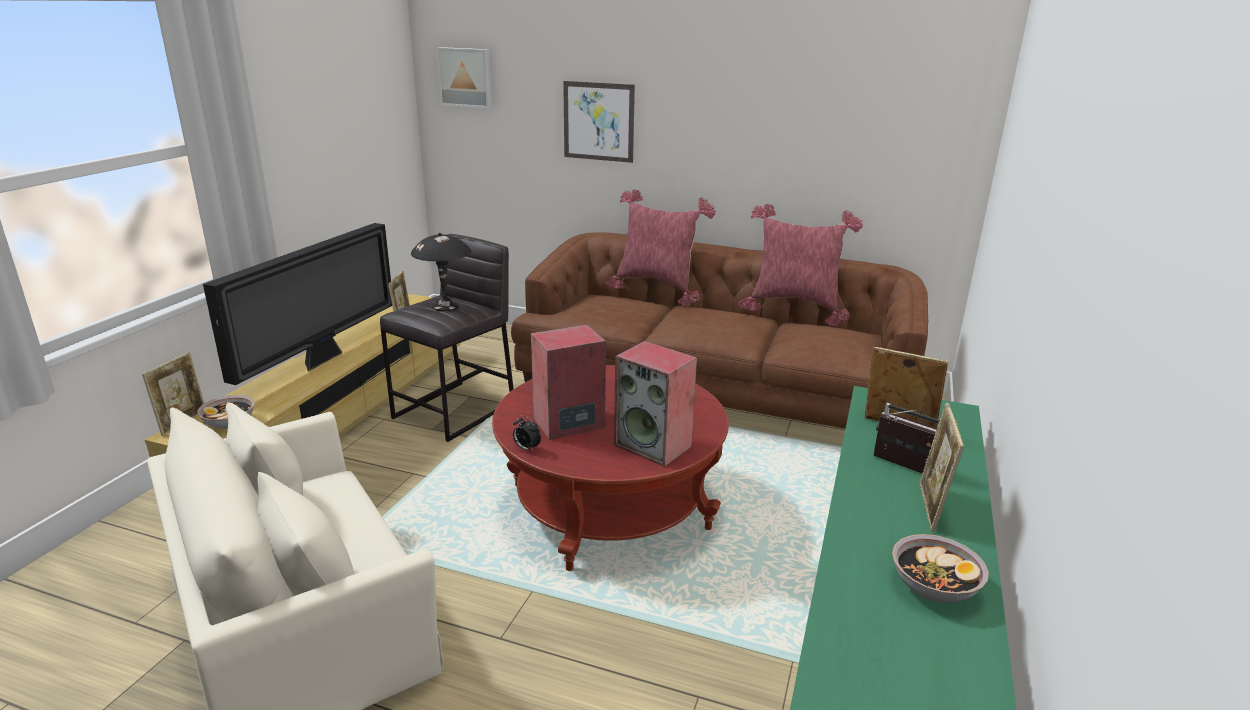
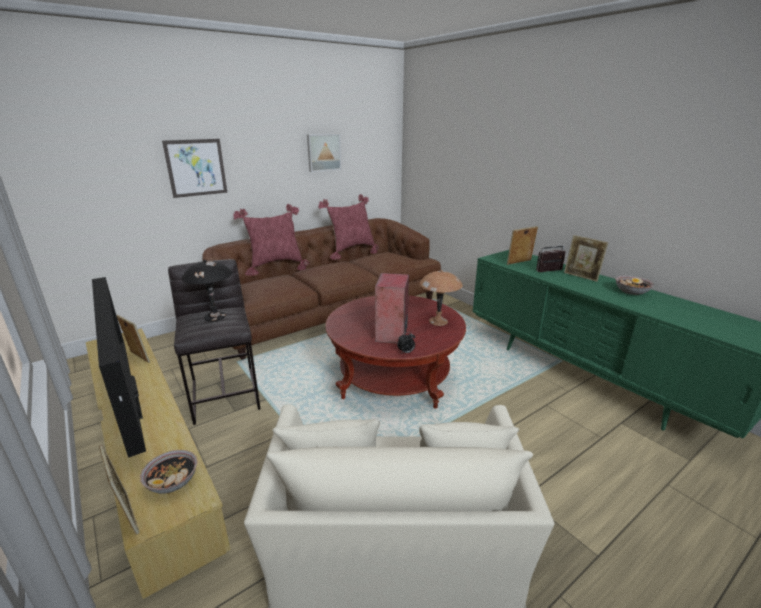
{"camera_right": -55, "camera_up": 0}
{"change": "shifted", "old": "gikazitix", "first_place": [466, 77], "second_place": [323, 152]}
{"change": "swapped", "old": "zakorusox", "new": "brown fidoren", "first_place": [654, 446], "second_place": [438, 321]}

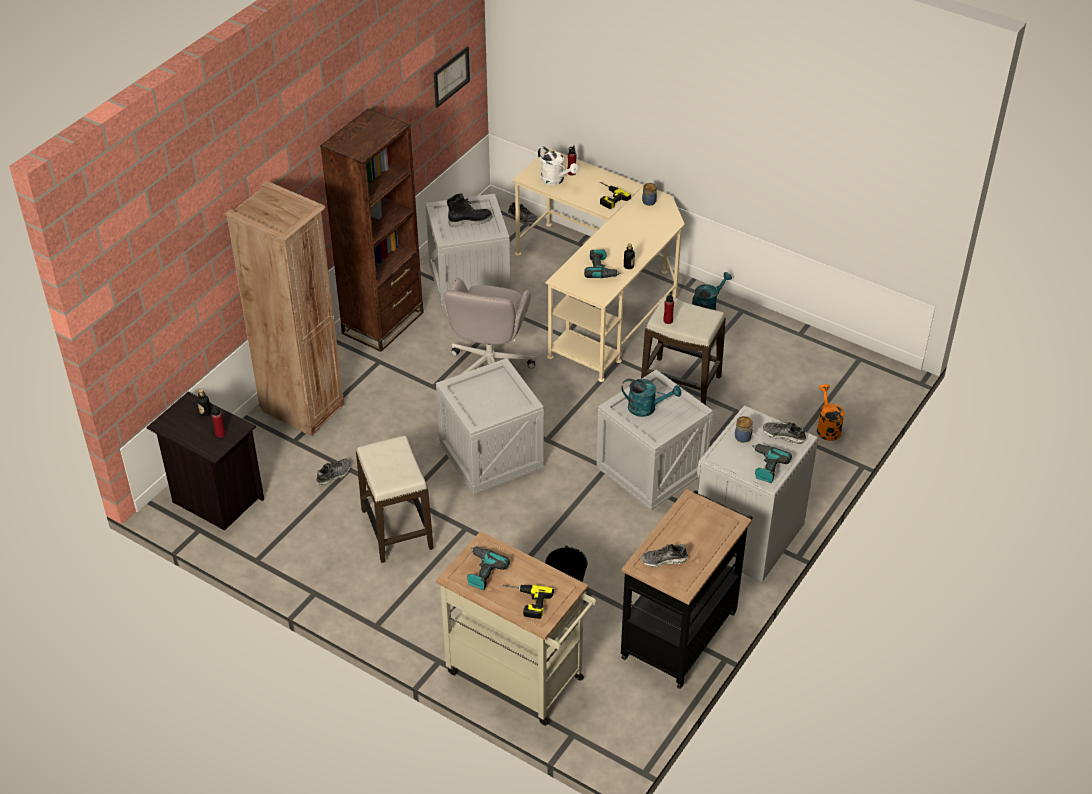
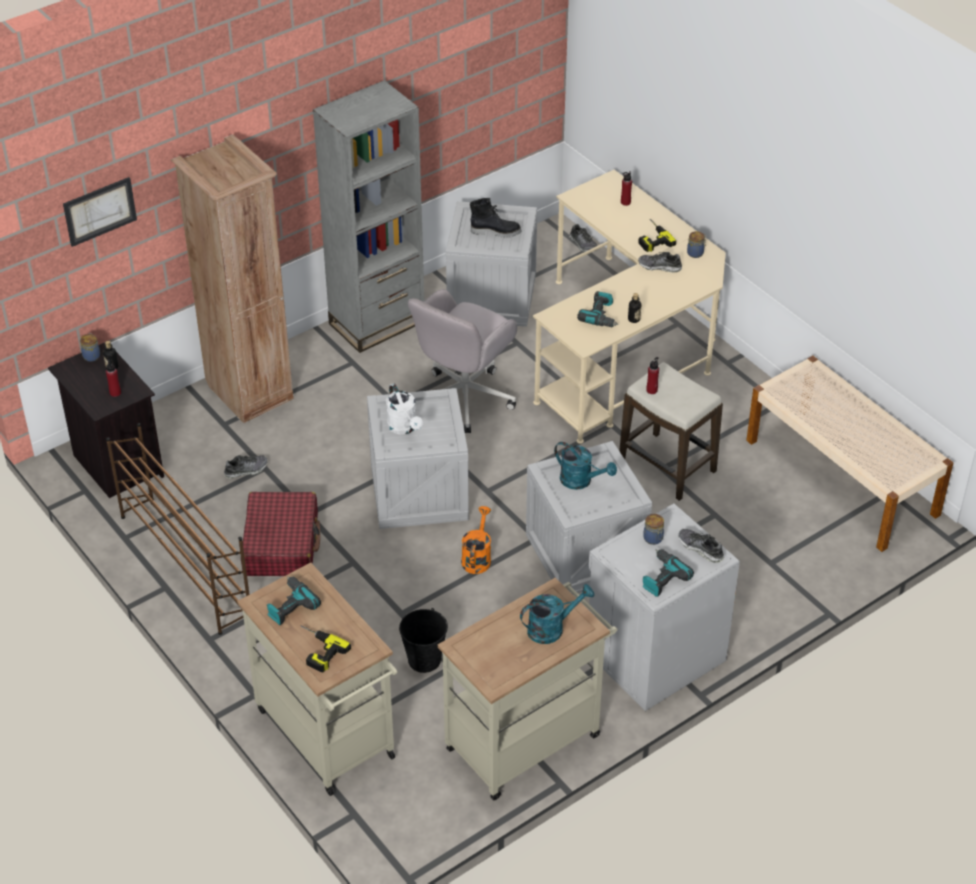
{"camera_right": 20, "camera_up": 0}
{"change": "shifted", "old": "gikazitix", "first_place": [451, 76], "second_place": [99, 211]}
{"change": "new", "new": "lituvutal", "second_place": [92, 356]}
{"change": "new", "new": "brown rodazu", "second_place": [185, 565]}
{"change": "swapped", "old": "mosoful", "new": "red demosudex", "first_place": [397, 529], "second_place": [281, 544]}
{"change": "repainted", "old": "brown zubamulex", "new": "grey zubamulex", "first_place": [383, 323], "second_place": [377, 323]}
{"change": "shifted", "old": "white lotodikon", "first_place": [556, 180], "second_place": [404, 428]}
{"change": "repainted", "old": "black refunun", "new": "beige refunun", "first_place": [681, 633], "second_place": [527, 741]}
{"change": "shifted", "old": "orange lotodikon", "first_place": [827, 427], "second_place": [477, 557]}
{"change": "shifted", "old": "turquoise lotodikon", "first_place": [707, 307], "second_place": [552, 628]}
{"change": "shifted", "old": "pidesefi", "first_place": [664, 560], "second_place": [659, 267]}
{"change": "new", "new": "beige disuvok", "second_place": [842, 477]}

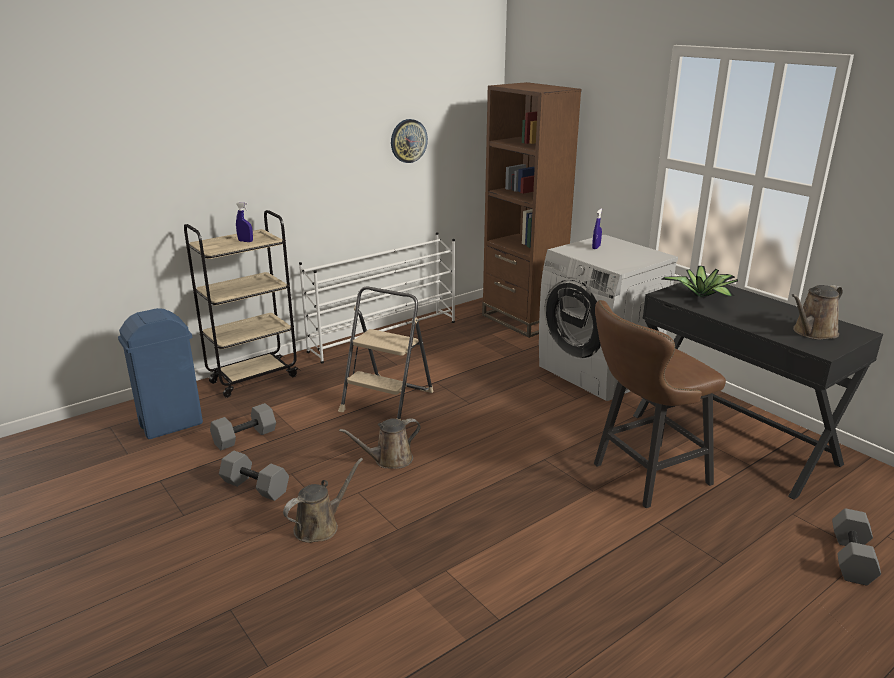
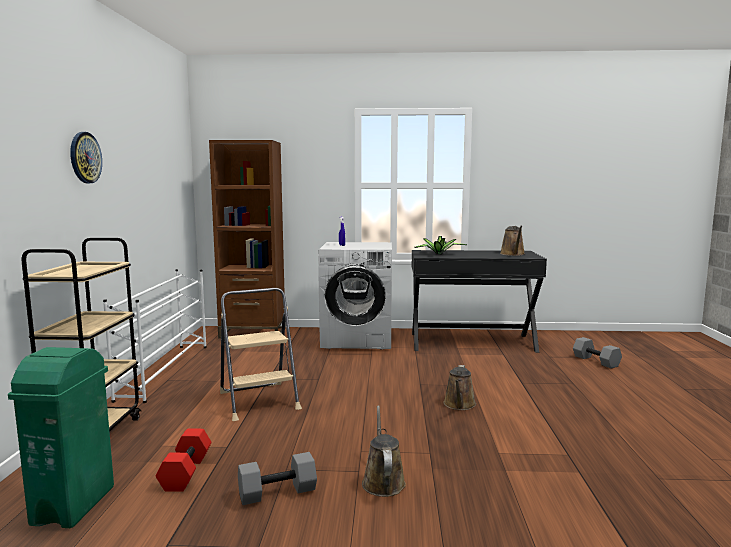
{"camera_right": -50, "camera_up": -15}
{"change": "repainted", "old": "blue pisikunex", "new": "green pisikunex", "first_place": [172, 425], "second_place": [75, 505]}
{"change": "shifted", "old": "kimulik", "first_place": [408, 141], "second_place": [85, 157]}
{"change": "repainted", "old": "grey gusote", "new": "red gusote", "first_place": [245, 436], "second_place": [185, 472]}
{"change": "shifted", "old": "brown lotodikon", "first_place": [389, 460], "second_place": [459, 405]}
{"change": "gone", "old": "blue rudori", "first_place": [245, 241]}
{"change": "gone", "old": "brown mosoful", "first_place": [641, 477]}

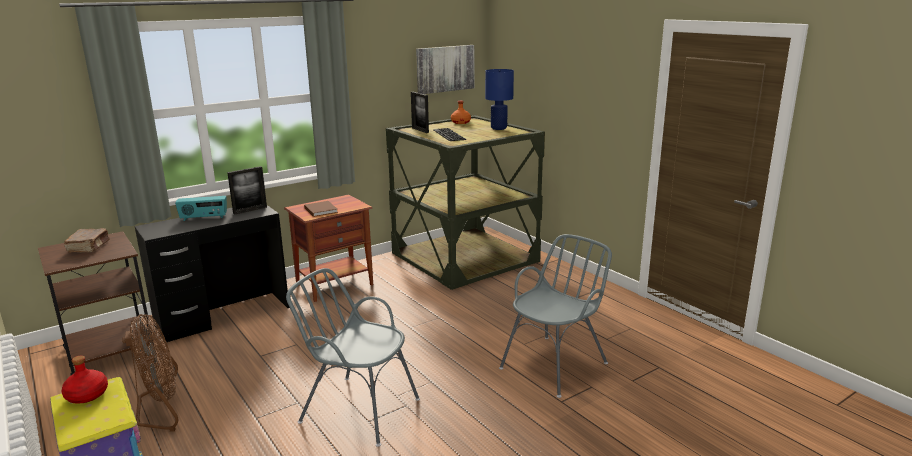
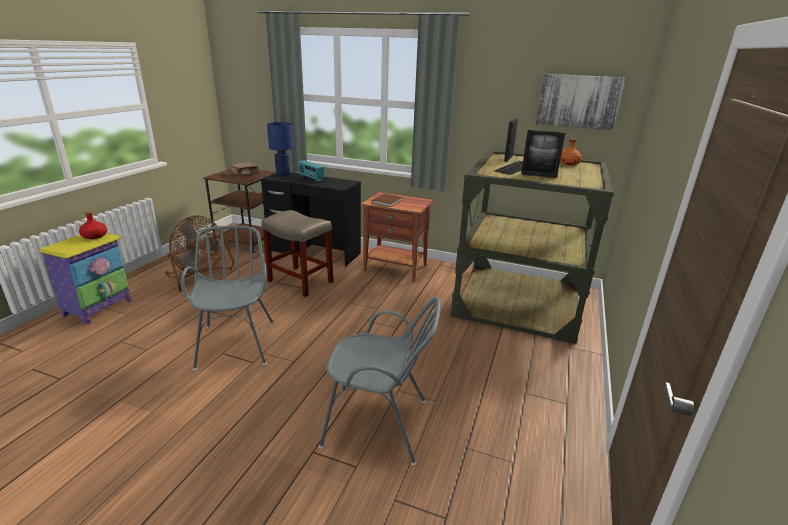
{"camera_right": 55, "camera_up": 5}
{"change": "new", "new": "beige mosoful", "second_place": [299, 281]}
{"change": "shifted", "old": "blue fidoren", "first_place": [498, 129], "second_place": [283, 174]}
{"change": "shifted", "old": "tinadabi", "first_place": [250, 210], "second_place": [538, 175]}

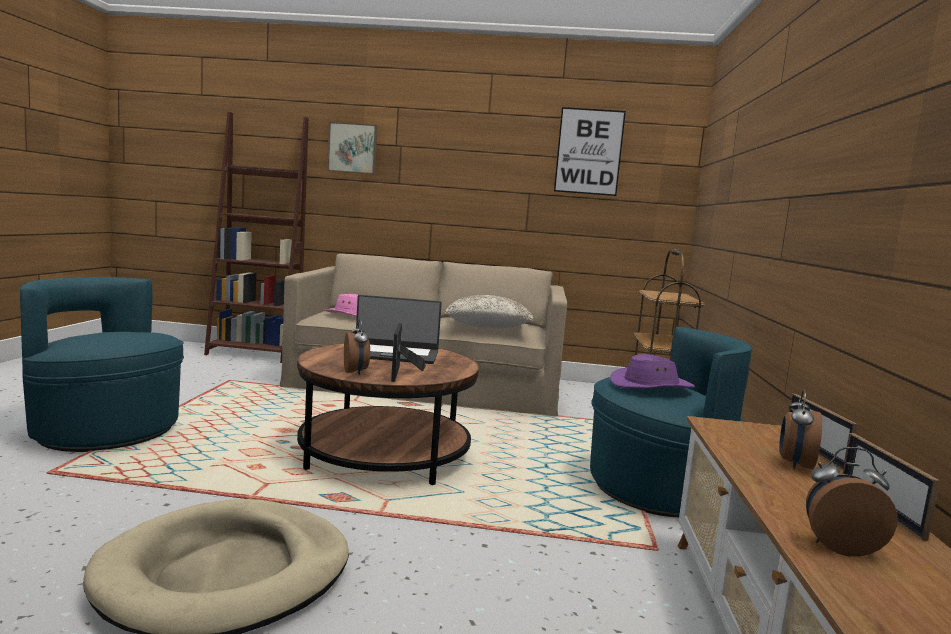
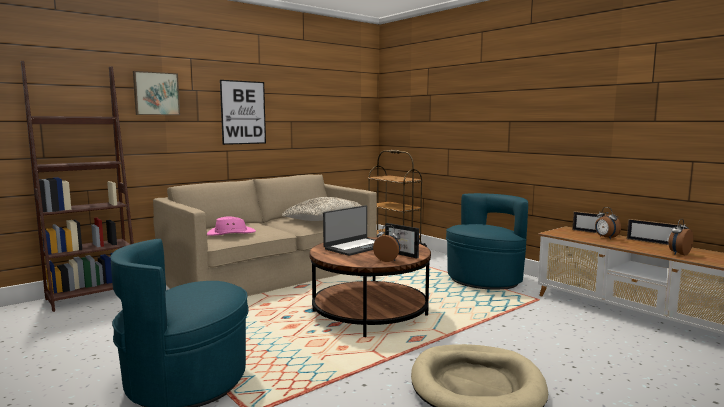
{"camera_right": -45, "camera_up": 0}
{"change": "shifted", "old": "gikazitix", "first_place": [589, 151], "second_place": [243, 112]}
{"change": "gone", "old": "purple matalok", "first_place": [651, 386]}

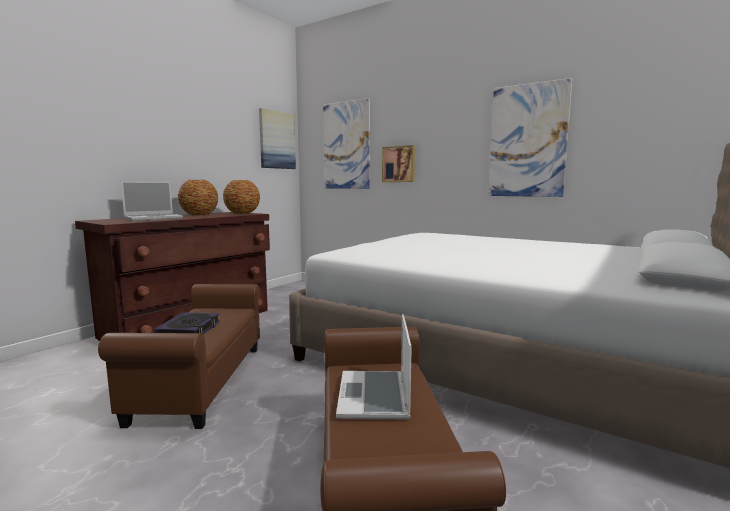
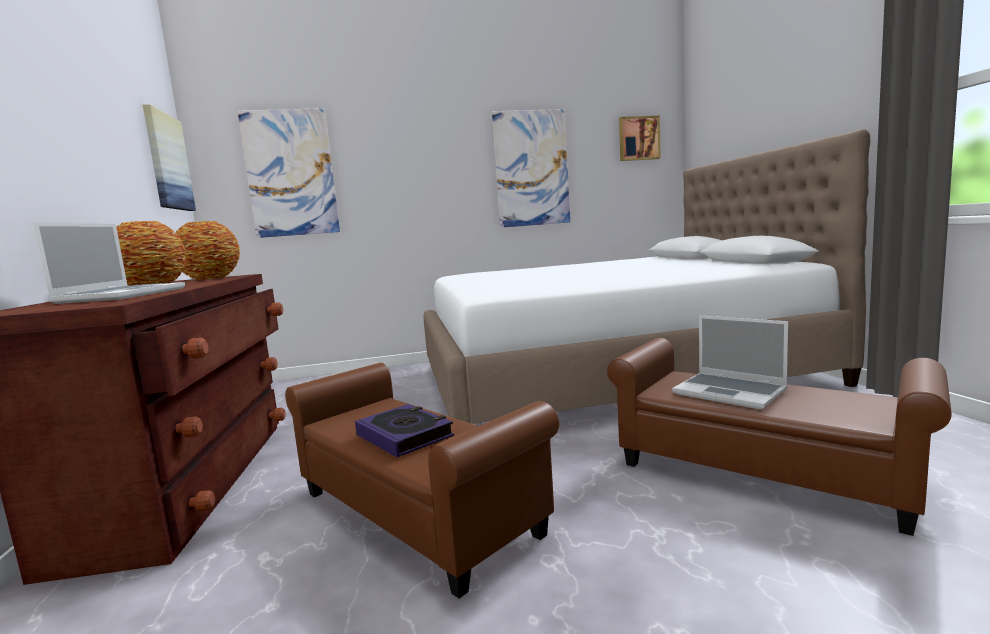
{"camera_right": -45, "camera_up": 0}
{"change": "shifted", "old": "gikazitix", "first_place": [399, 164], "second_place": [638, 138]}

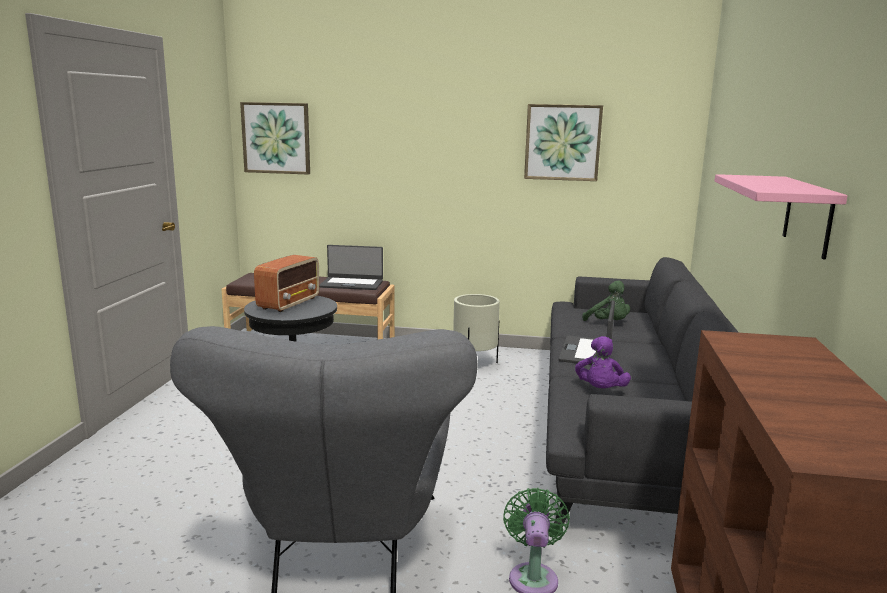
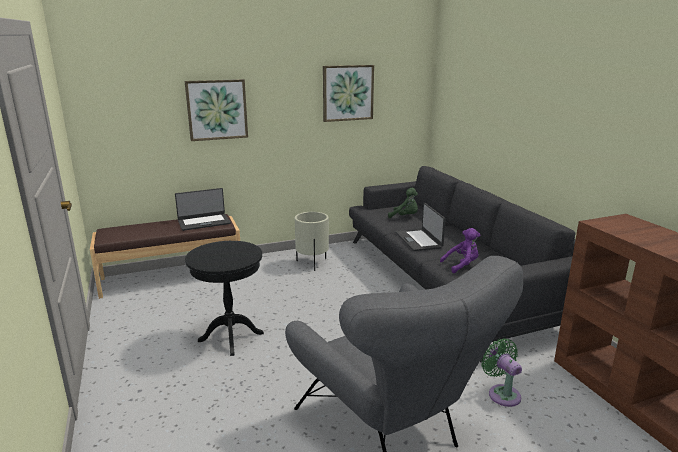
{"camera_right": -30, "camera_up": 5}
{"change": "shifted", "old": "gikazitix", "first_place": [276, 138], "second_place": [217, 109]}
{"change": "rotated", "old": "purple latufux", "first_place": [600, 391], "second_place": [461, 265], "degrees": -90}
{"change": "gone", "old": "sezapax", "first_place": [289, 303]}
{"change": "gone", "old": "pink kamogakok", "first_place": [808, 216]}

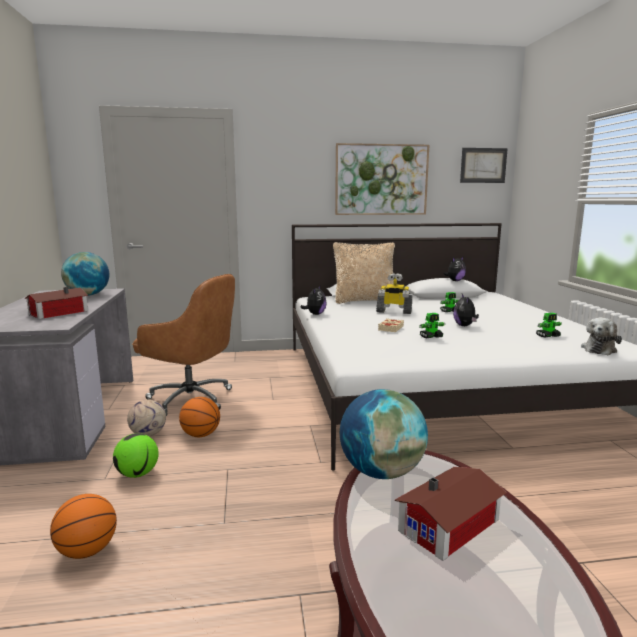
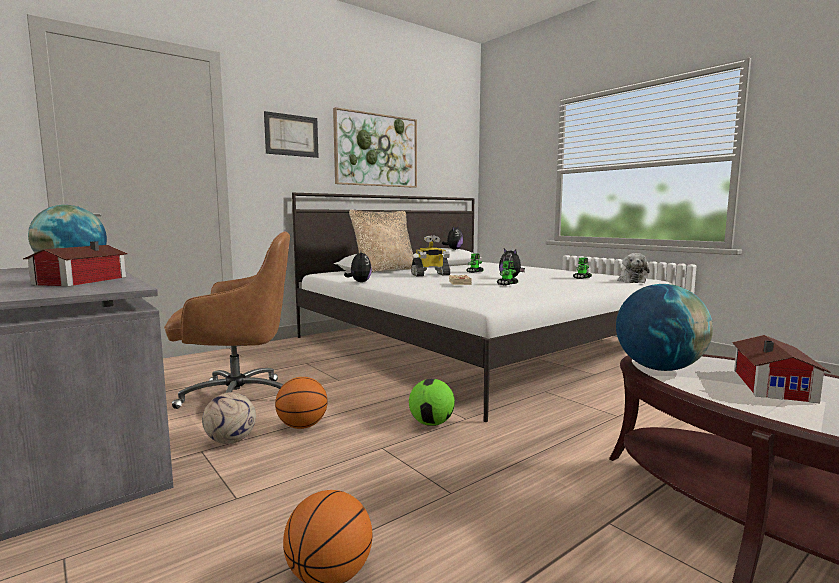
{"camera_right": -30, "camera_up": -5}
{"change": "shifted", "old": "gikazitix", "first_place": [483, 165], "second_place": [291, 135]}
{"change": "shifted", "old": "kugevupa", "first_place": [138, 474], "second_place": [431, 423]}

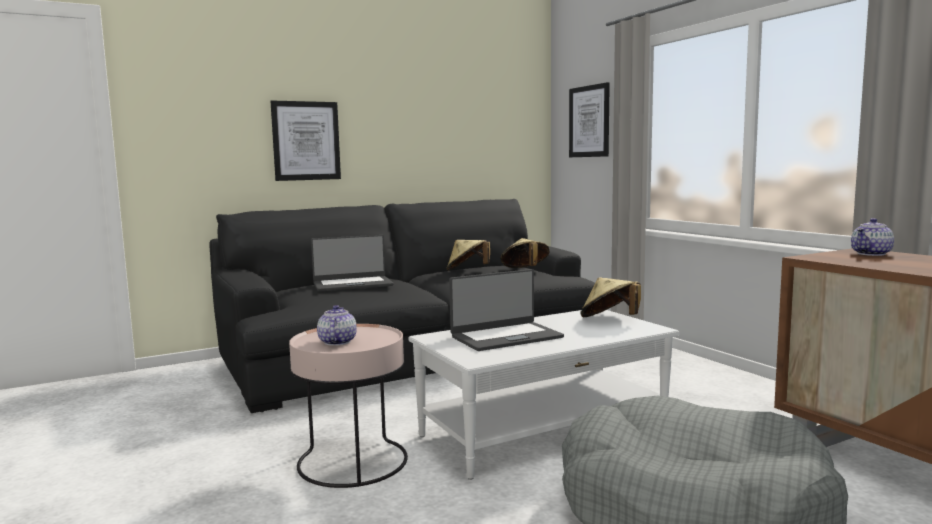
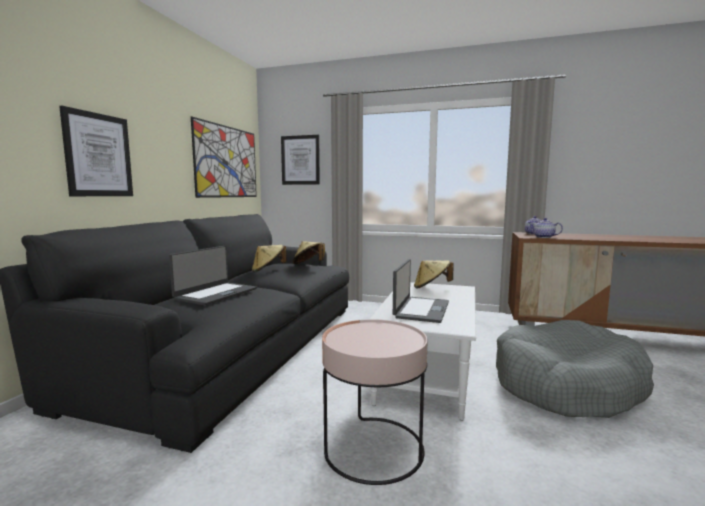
{"camera_right": -45, "camera_up": 0}
{"change": "new", "new": "gikazitix", "second_place": [227, 162]}
{"change": "shifted", "old": "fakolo", "first_place": [337, 342], "second_place": [544, 237]}

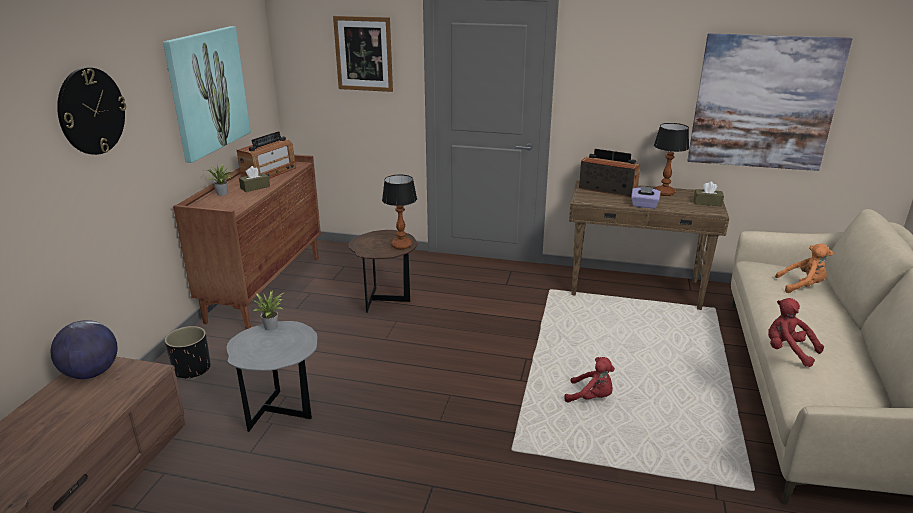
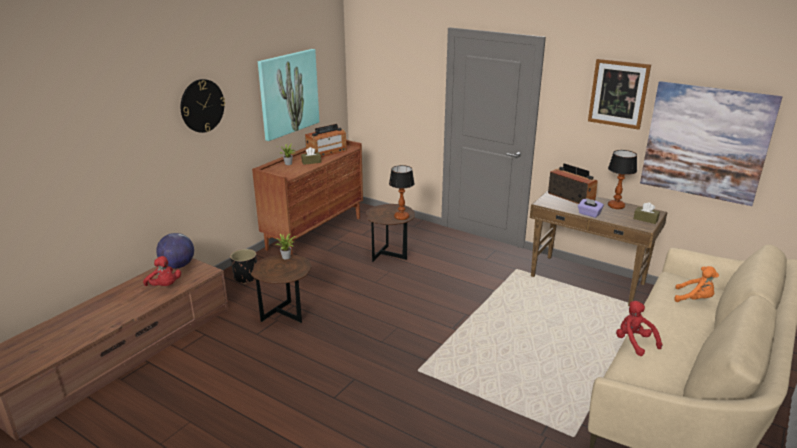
{"camera_right": 20, "camera_up": 0}
{"change": "shifted", "old": "red latufux", "first_place": [591, 397], "second_place": [164, 286]}
{"change": "repainted", "old": "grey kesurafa", "new": "brown kesurafa", "first_place": [282, 413], "second_place": [286, 315]}
{"change": "shifted", "old": "gikazitix", "first_place": [364, 54], "second_place": [618, 93]}

